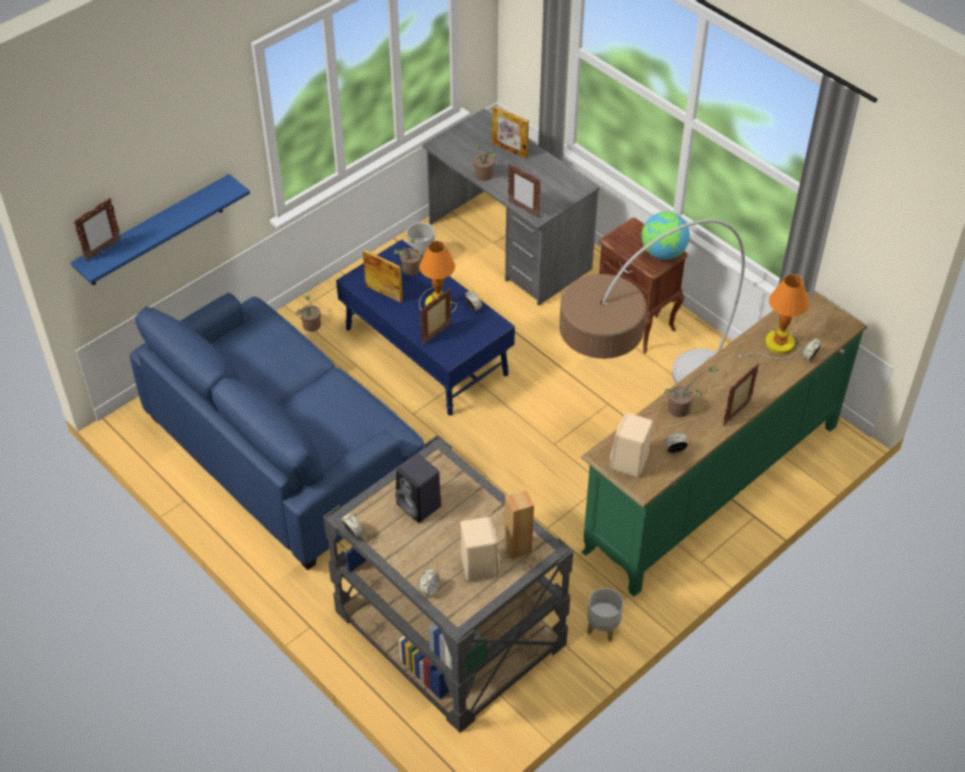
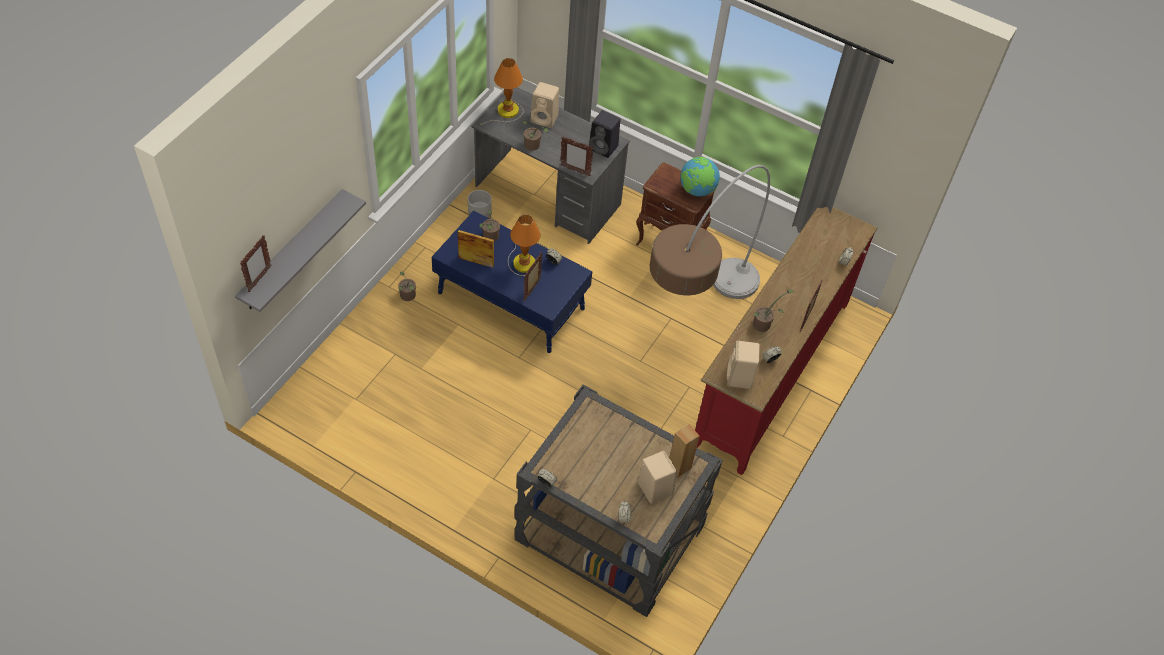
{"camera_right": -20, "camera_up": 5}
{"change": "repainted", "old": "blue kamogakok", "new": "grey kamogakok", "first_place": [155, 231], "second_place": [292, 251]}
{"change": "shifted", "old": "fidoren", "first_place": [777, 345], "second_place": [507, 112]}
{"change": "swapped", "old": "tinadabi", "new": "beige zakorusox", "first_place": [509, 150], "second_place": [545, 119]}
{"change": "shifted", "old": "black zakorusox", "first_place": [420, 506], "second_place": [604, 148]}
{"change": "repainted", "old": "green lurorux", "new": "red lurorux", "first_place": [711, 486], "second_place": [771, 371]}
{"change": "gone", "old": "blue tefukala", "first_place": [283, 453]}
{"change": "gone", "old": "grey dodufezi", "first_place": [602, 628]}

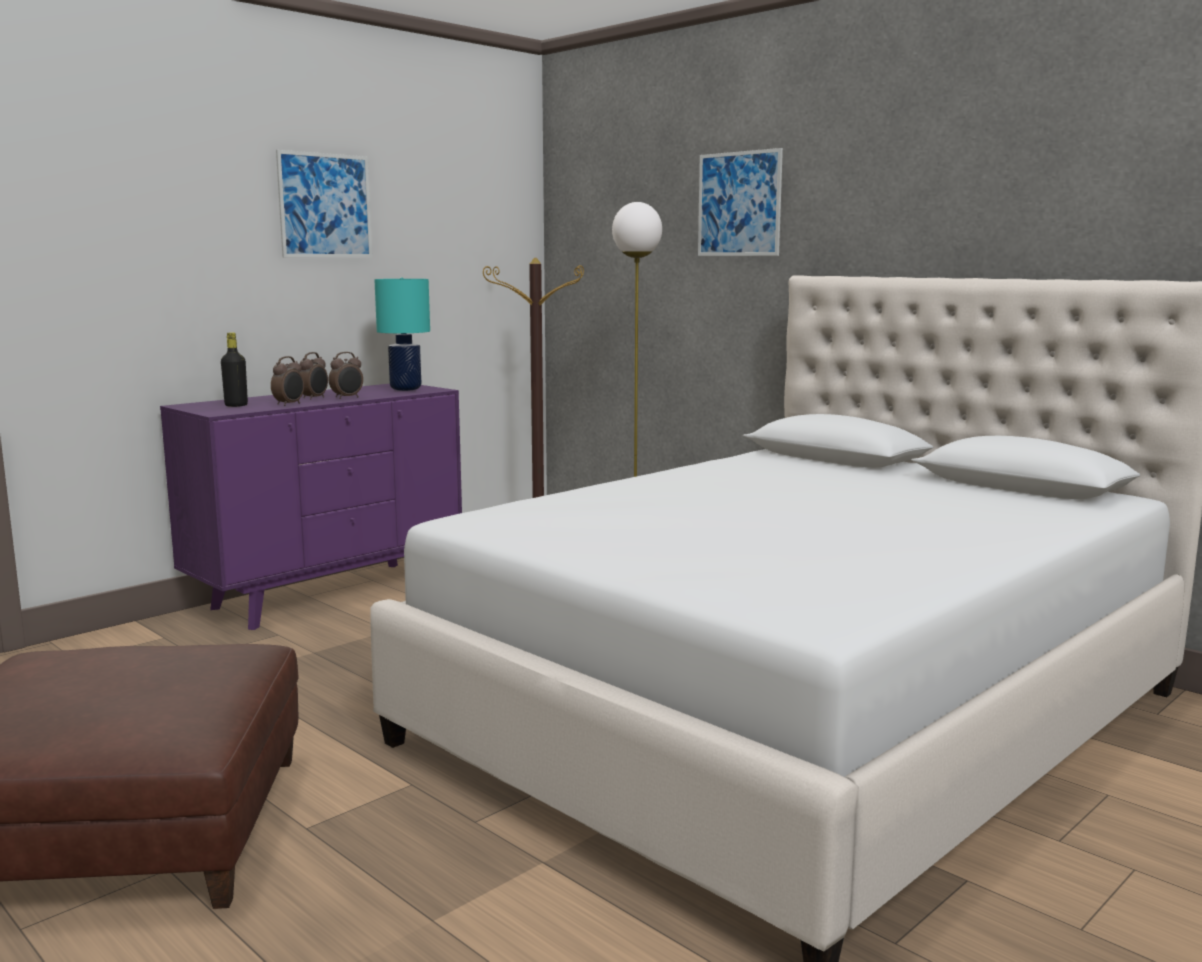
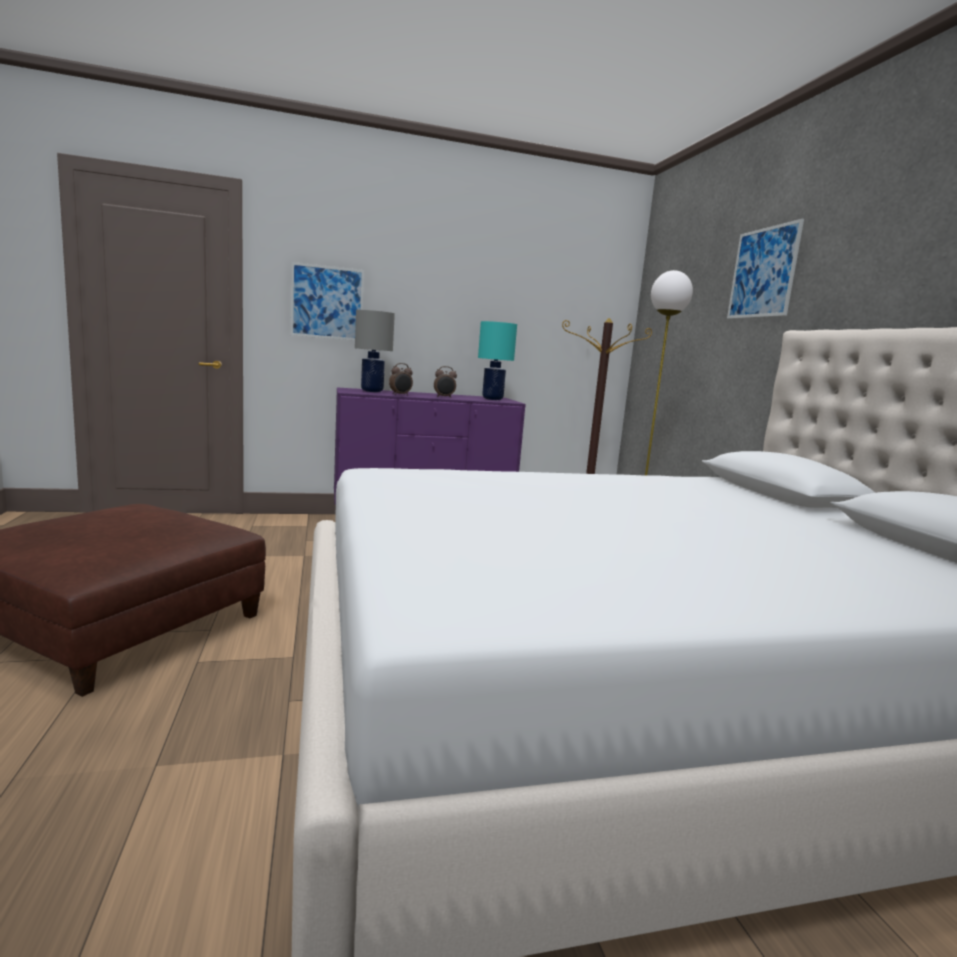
{"camera_right": 30, "camera_up": 0}
{"change": "shifted", "old": "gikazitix", "first_place": [325, 206], "second_place": [327, 302]}
{"change": "swapped", "old": "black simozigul", "new": "grey fidoren", "first_place": [236, 405], "second_place": [372, 391]}
{"change": "gone", "old": "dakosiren", "first_place": [314, 398]}

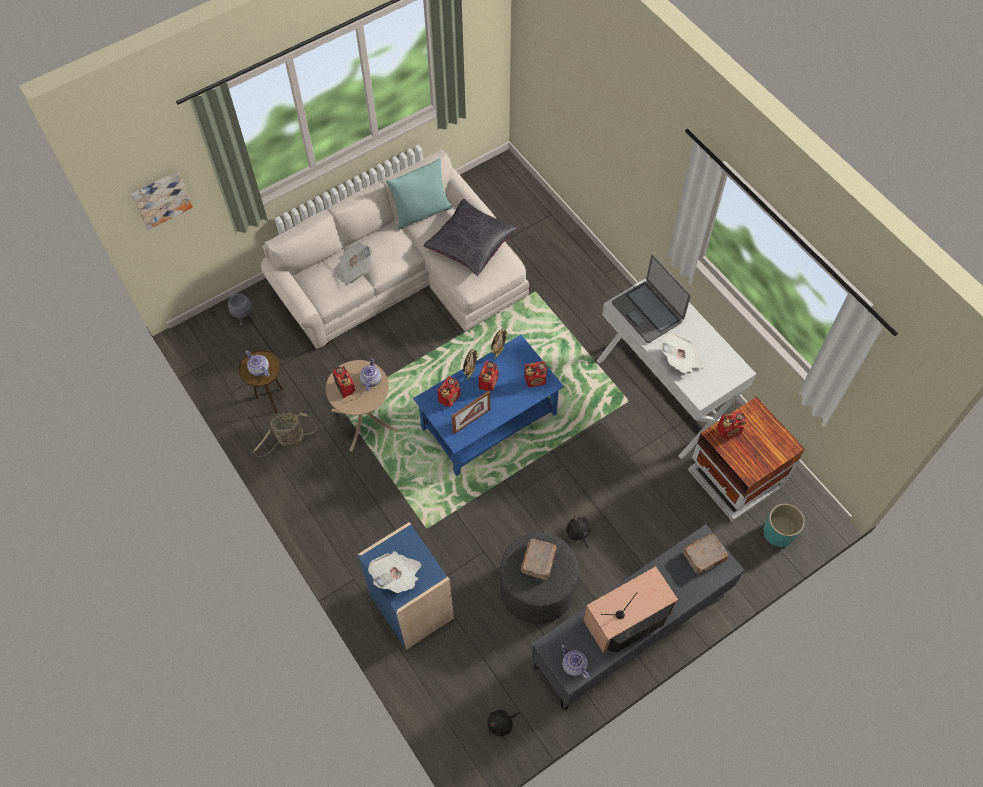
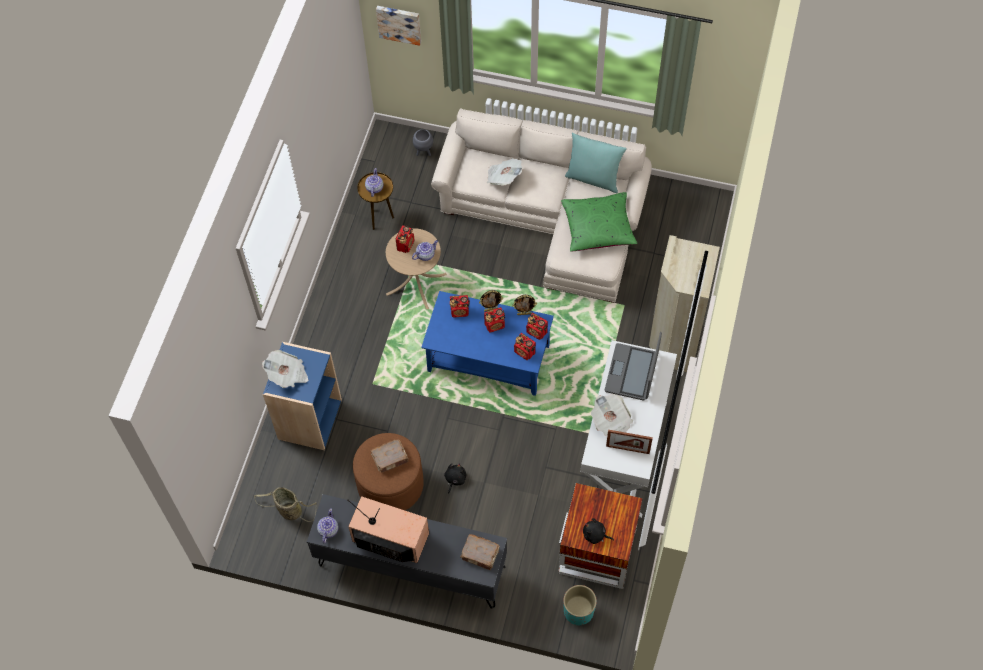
{"camera_right": 50, "camera_up": 0}
{"change": "shifted", "old": "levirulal", "first_place": [289, 440], "second_place": [288, 510]}
{"change": "repainted", "old": "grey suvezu", "new": "brown suvezu", "first_place": [537, 588], "second_place": [390, 484]}
{"change": "shifted", "old": "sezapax", "first_place": [729, 430], "second_place": [537, 332]}
{"change": "repainted", "old": "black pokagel", "new": "green pokagel", "first_place": [470, 244], "second_place": [598, 228]}
{"change": "shifted", "old": "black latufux", "first_place": [501, 724], "second_place": [595, 535]}
{"change": "shifted", "old": "tinadabi", "first_place": [471, 421], "second_place": [627, 449]}
{"change": "new", "new": "beige lurorux", "second_place": [675, 342]}

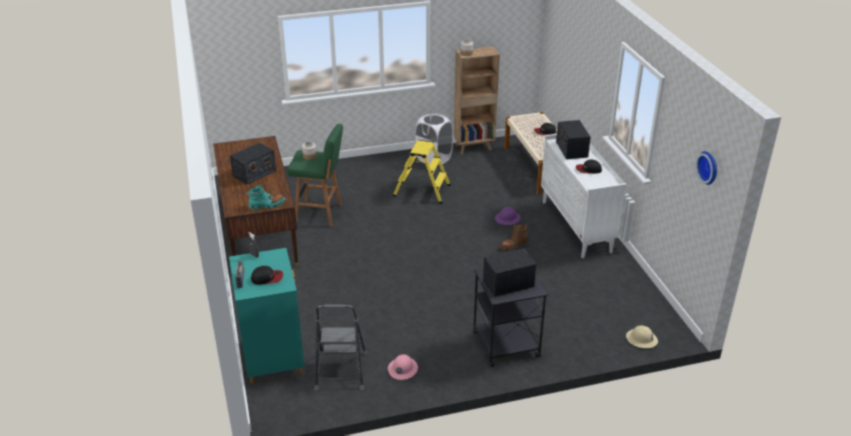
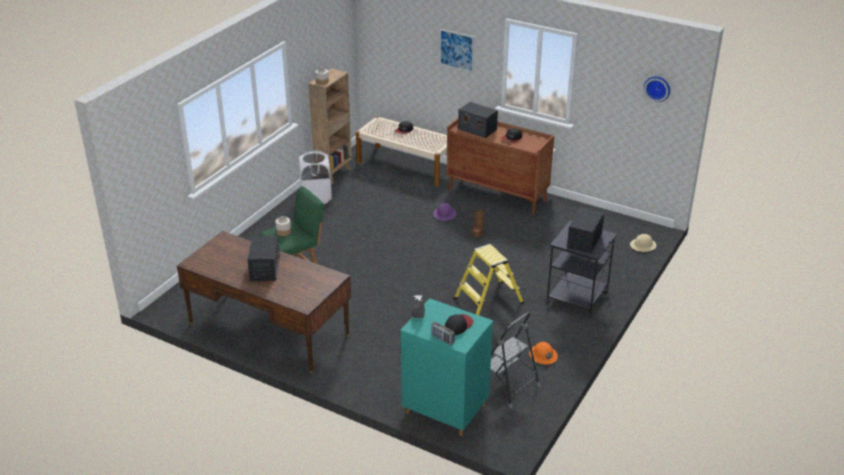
{"camera_right": -45, "camera_up": 0}
{"change": "new", "new": "gikazitix", "second_place": [456, 50]}
{"change": "repainted", "old": "white lurorux", "new": "brown lurorux", "first_place": [576, 227], "second_place": [497, 195]}
{"change": "shifted", "old": "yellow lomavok", "first_place": [422, 190], "second_place": [488, 301]}
{"change": "repainted", "old": "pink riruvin", "new": "orange riruvin", "first_place": [402, 369], "second_place": [543, 355]}
{"change": "gone", "old": "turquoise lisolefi", "first_place": [267, 205]}

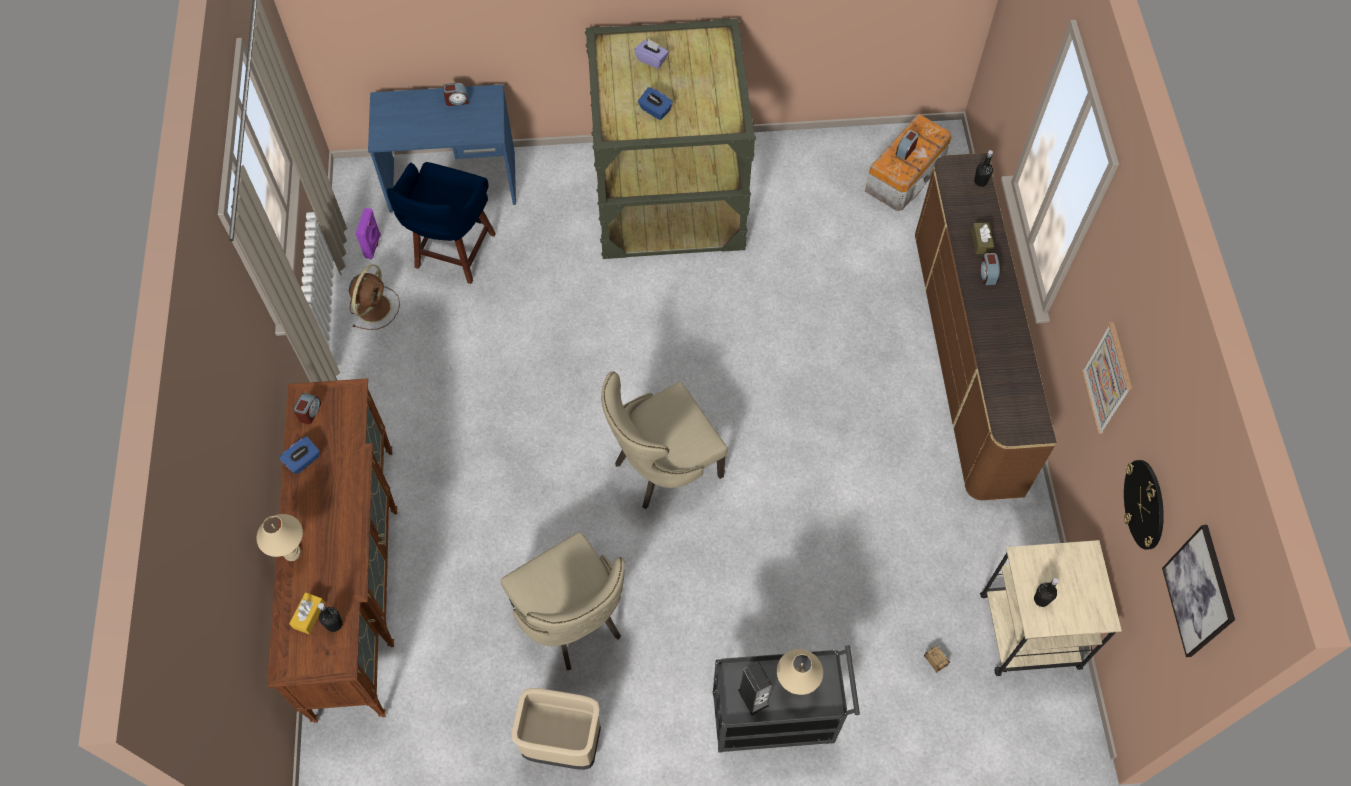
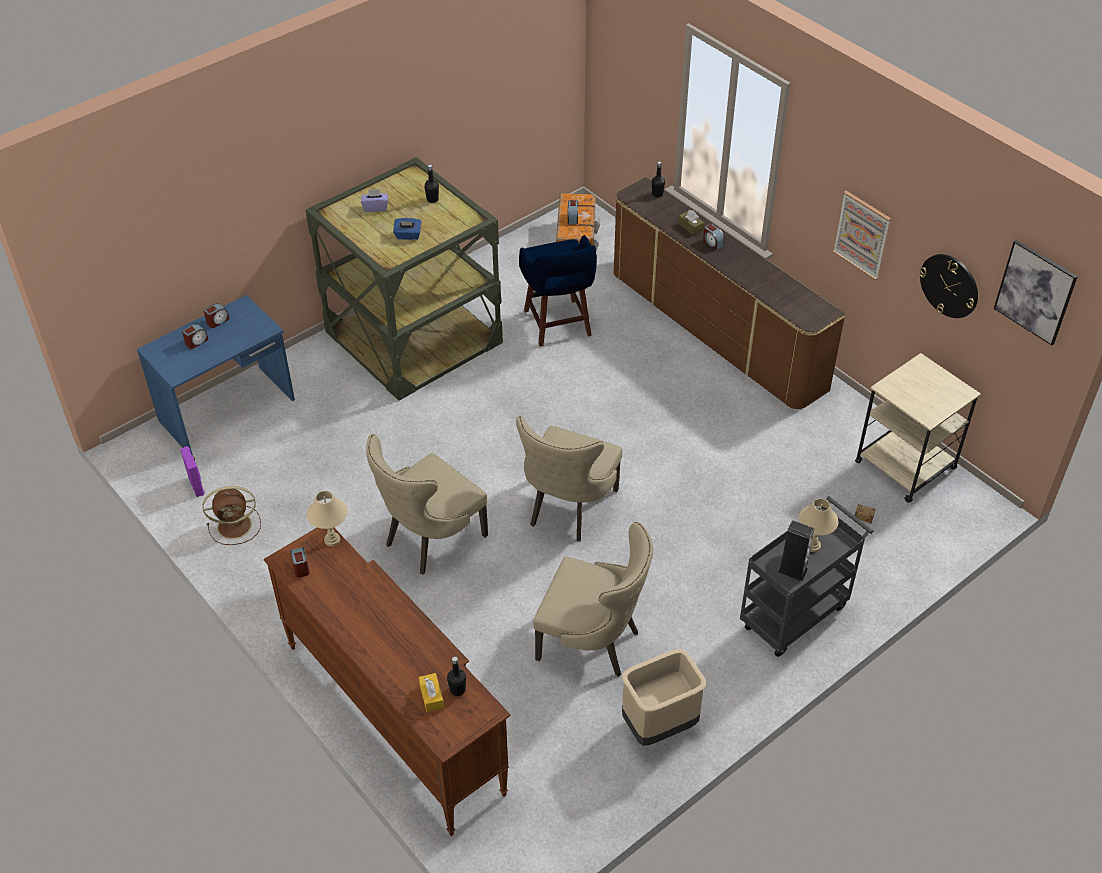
{"camera_right": -35, "camera_up": -15}
{"change": "new", "new": "dakosiren", "second_place": [196, 342]}
{"change": "rotated", "old": "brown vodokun", "first_place": [374, 306], "second_place": [236, 525], "degrees": 90}
{"change": "shifted", "old": "beige fidoren", "first_place": [292, 552], "second_place": [332, 540]}
{"change": "new", "new": "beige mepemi", "second_place": [430, 539]}
{"change": "shifted", "old": "black simozigul", "first_place": [1041, 599], "second_place": [432, 199]}
{"change": "shifted", "old": "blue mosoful", "first_place": [453, 254], "second_place": [558, 325]}
{"change": "gone", "old": "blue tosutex", "first_place": [303, 461]}

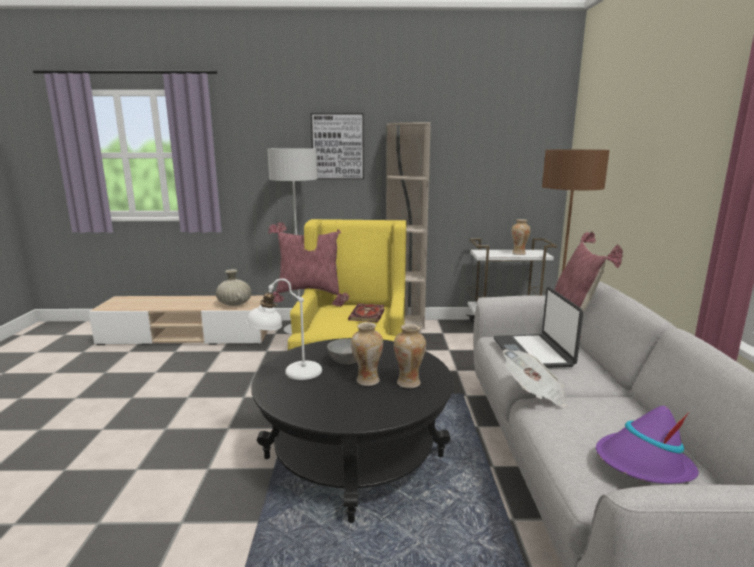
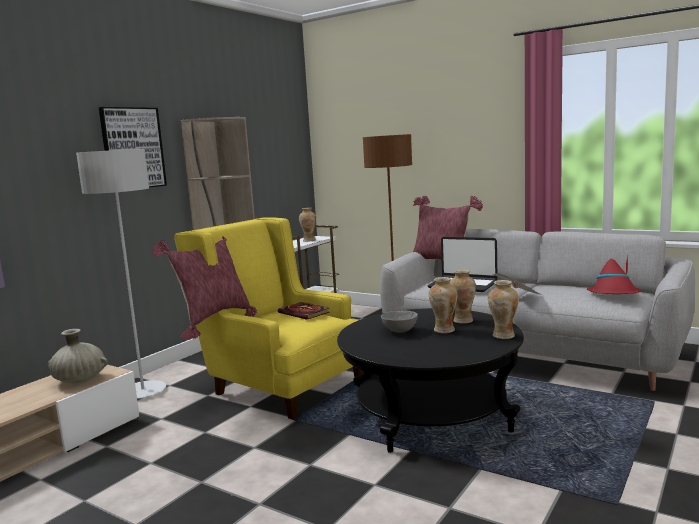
{"camera_right": -55, "camera_up": -5}
{"change": "new", "new": "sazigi", "second_place": [503, 336]}
{"change": "repainted", "old": "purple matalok", "new": "red matalok", "first_place": [642, 464], "second_place": [614, 295]}
{"change": "gone", "old": "white fidoren", "first_place": [287, 372]}

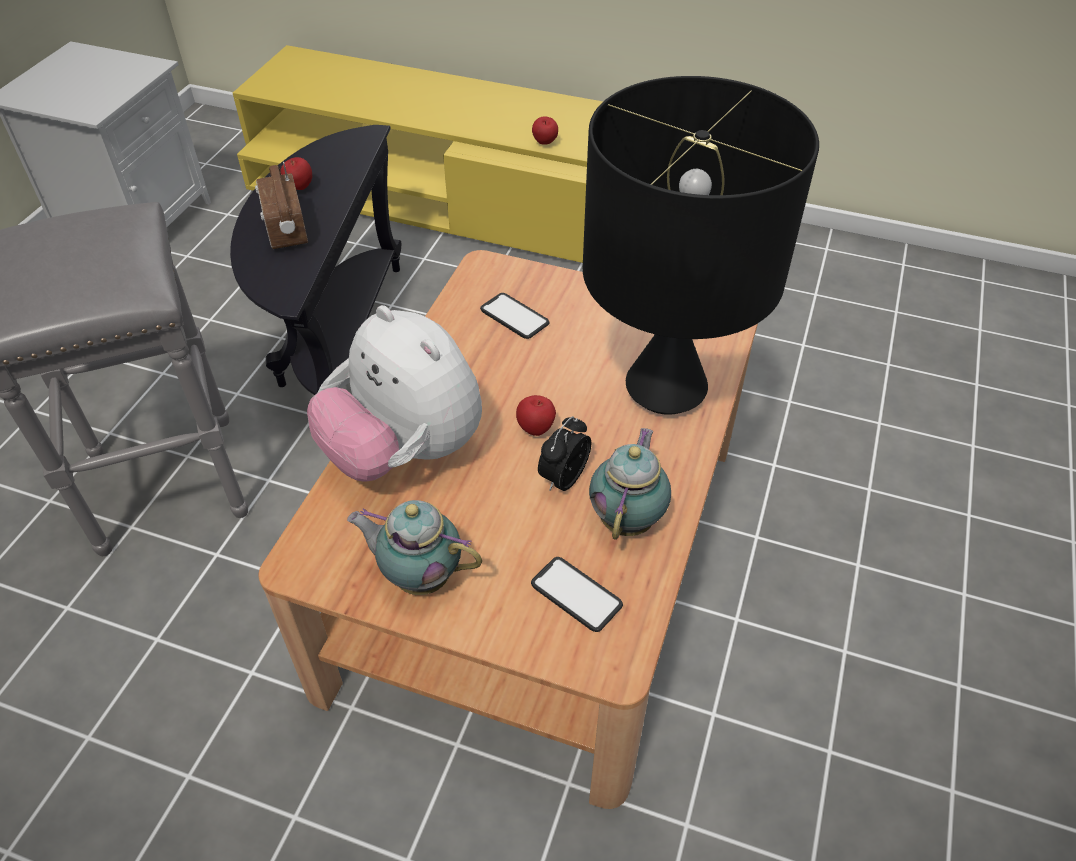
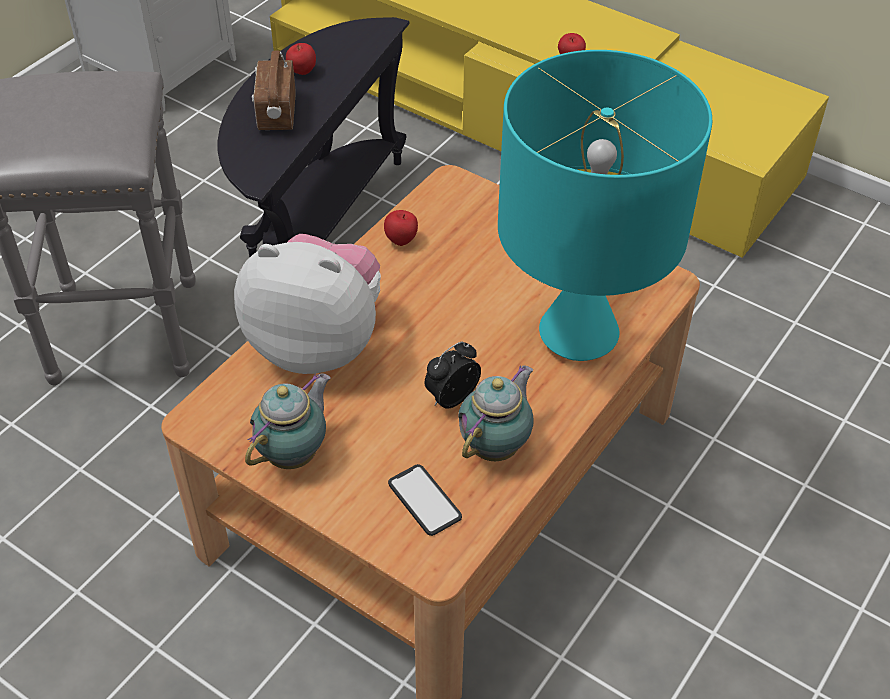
{"camera_right": 15, "camera_up": 0}
{"change": "rotated", "old": "latufux", "first_place": [404, 452], "second_place": [318, 343], "degrees": 135}
{"change": "rotated", "old": "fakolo", "first_place": [419, 576], "second_place": [295, 453], "degrees": 90}
{"change": "shifted", "old": "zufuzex", "first_place": [536, 429], "second_place": [401, 241]}
{"change": "repainted", "old": "black fidoren", "new": "turquoise fidoren", "first_place": [665, 392], "second_place": [578, 338]}
{"change": "gone", "old": "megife", "first_place": [514, 317]}

